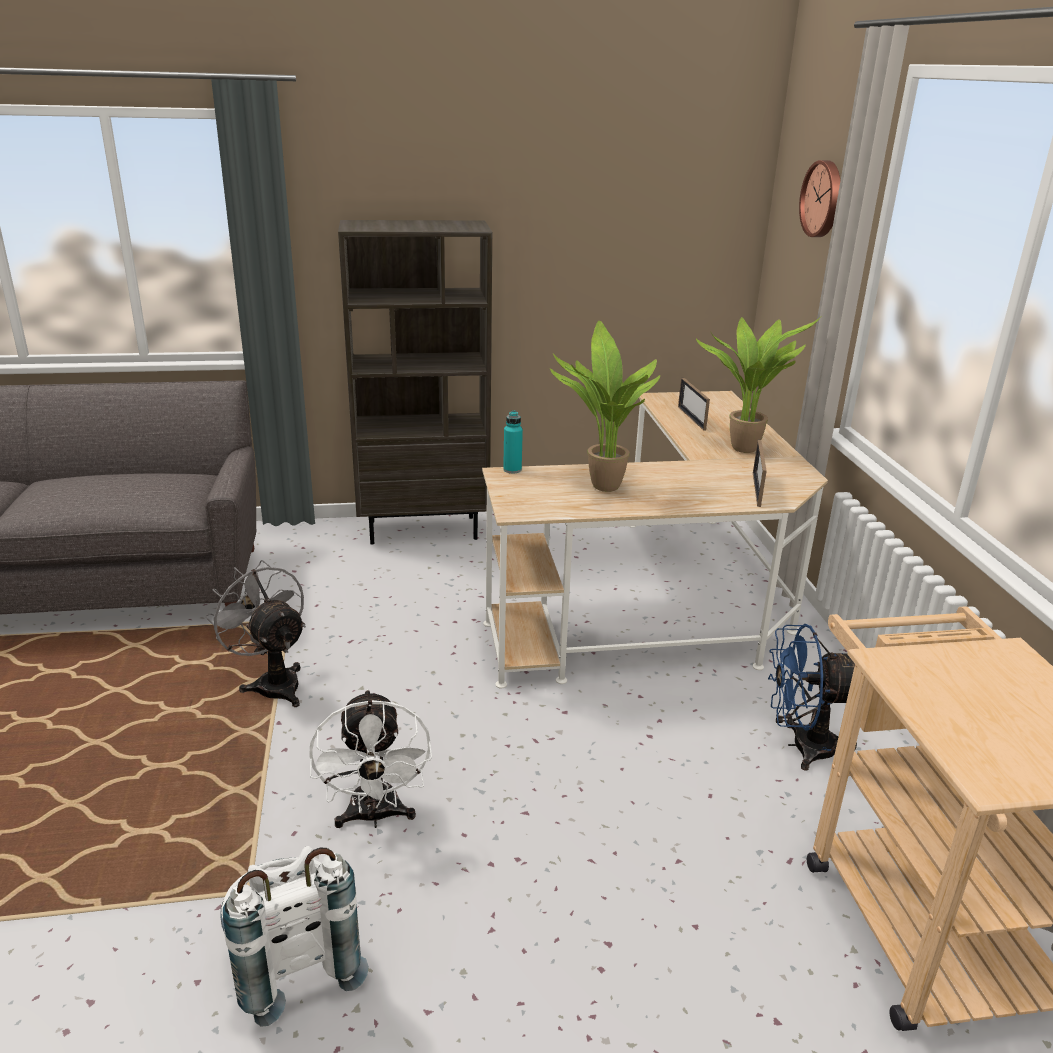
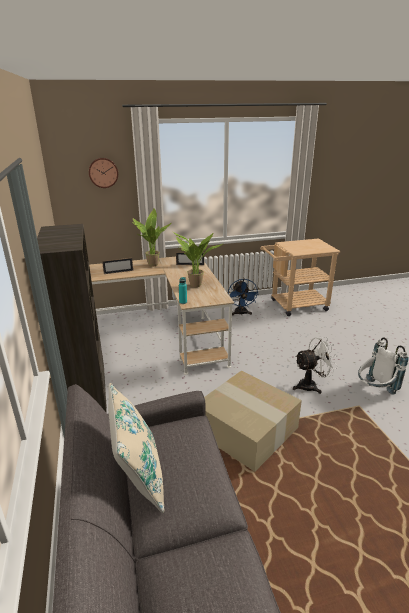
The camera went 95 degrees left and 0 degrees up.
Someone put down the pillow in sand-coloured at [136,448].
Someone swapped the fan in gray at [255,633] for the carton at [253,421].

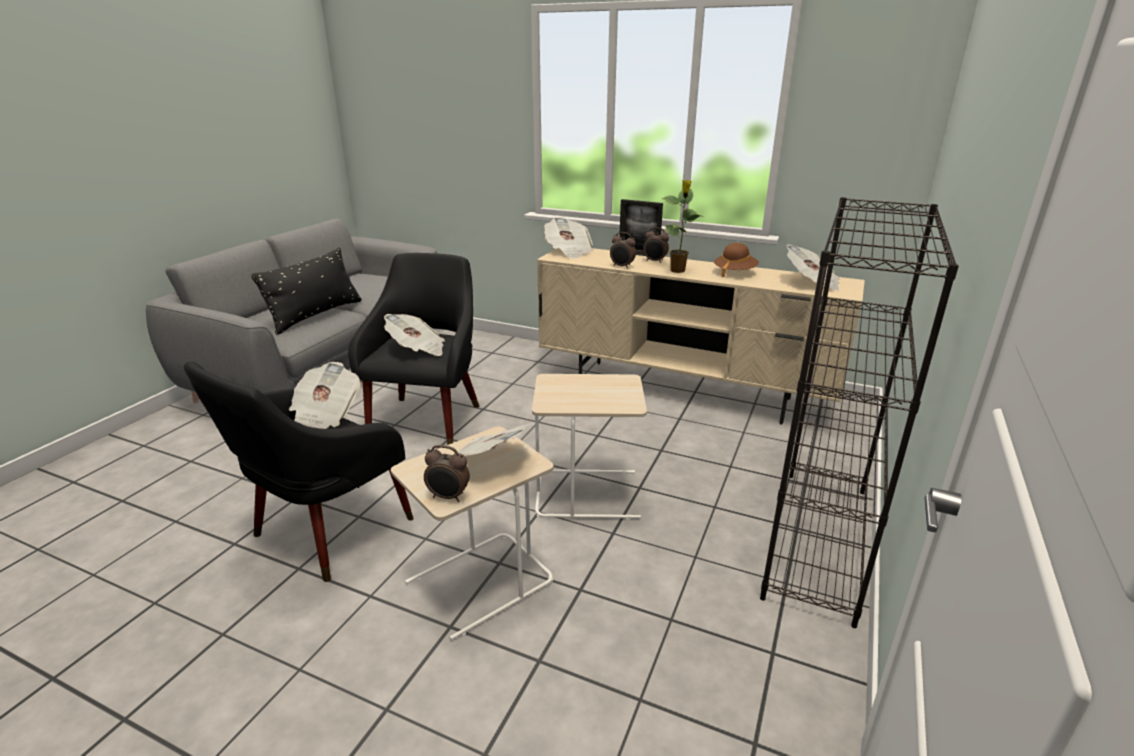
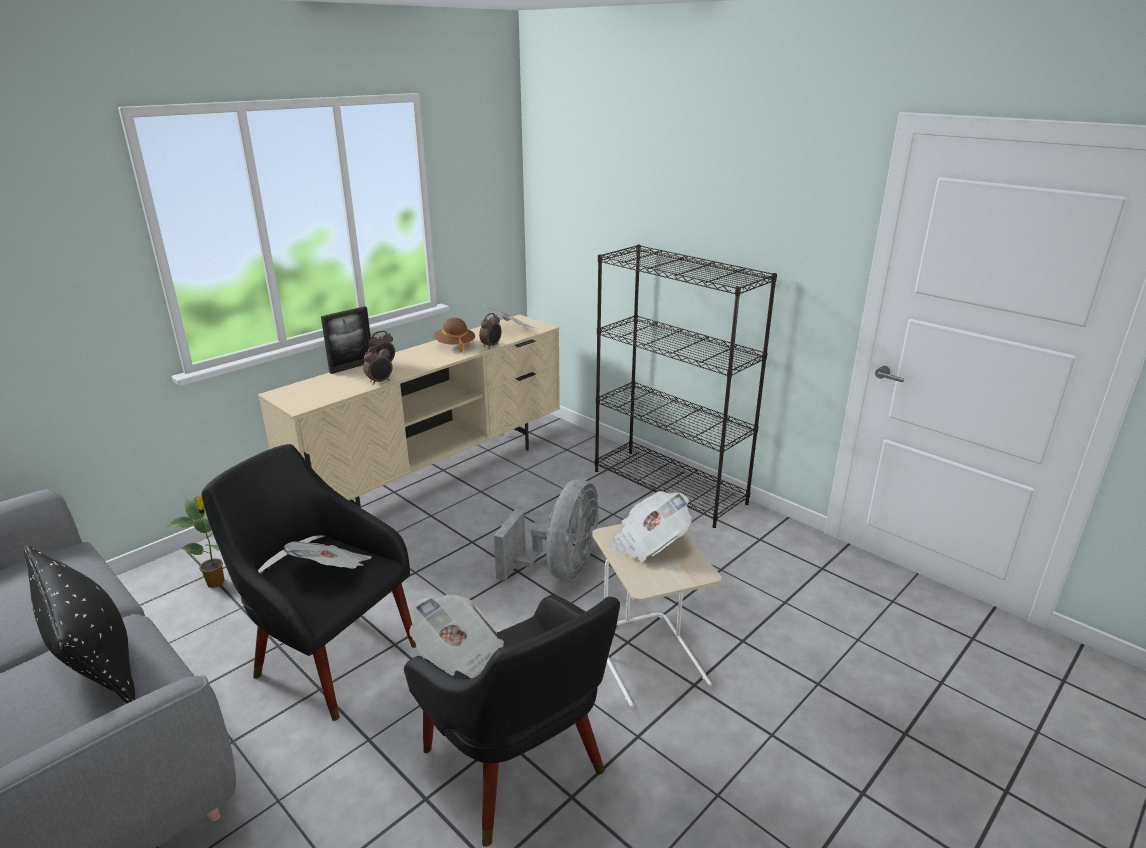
The camera went 70 degrees left and 0 degrees up.
Someone took away the newspaper at [569,238].
Someone carried the alarm clock from [447,473] to [490,331].
Someone carried the potted plant from [680,226] to [196,541].
Someone swapped the accent table in sand-coloured at [589,447] for the fan in gray at [546,530].

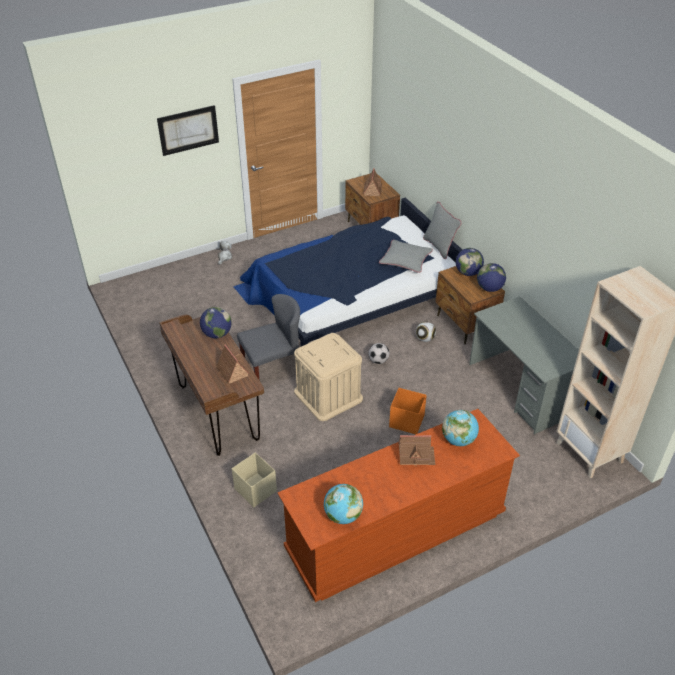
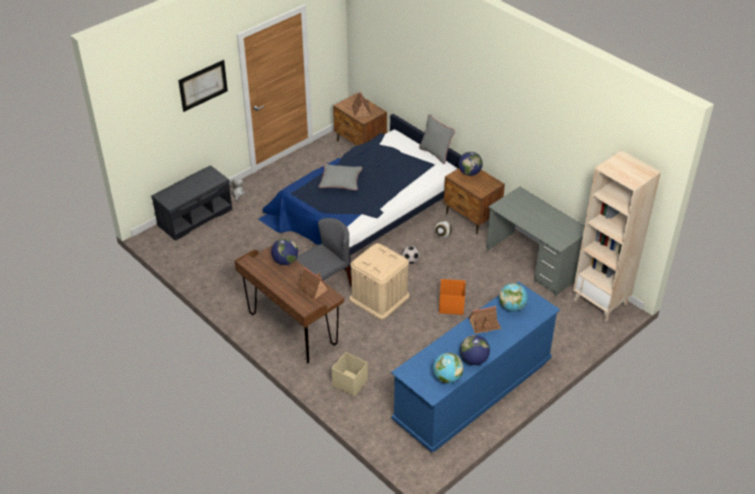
The camera went 15 degrees left and 0 degrees up.
Someone put down the indoor bench in gray at [192,203].
Someone carried the pillow in gray from [406,256] to [340,177].
Someone carried the globe from [491,277] to [475,350].
Someone repainted the drawer chest in brown-coloured at [399,505], which became the drawer chest in blue-coloured at [475,367].

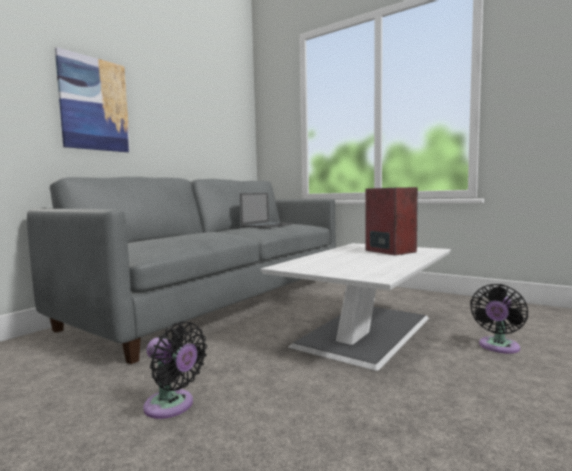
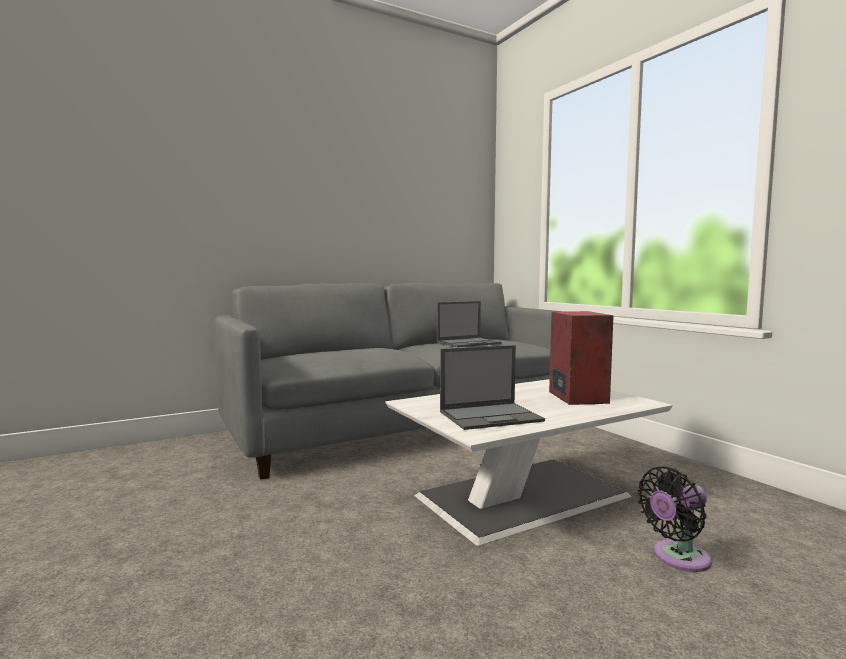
The camera went 25 degrees right and 0 degrees up.
Someone took away the wall art at [92,100].
Someone took away the fan in black at [175,370].
Someone put down the laptop at [492,387].

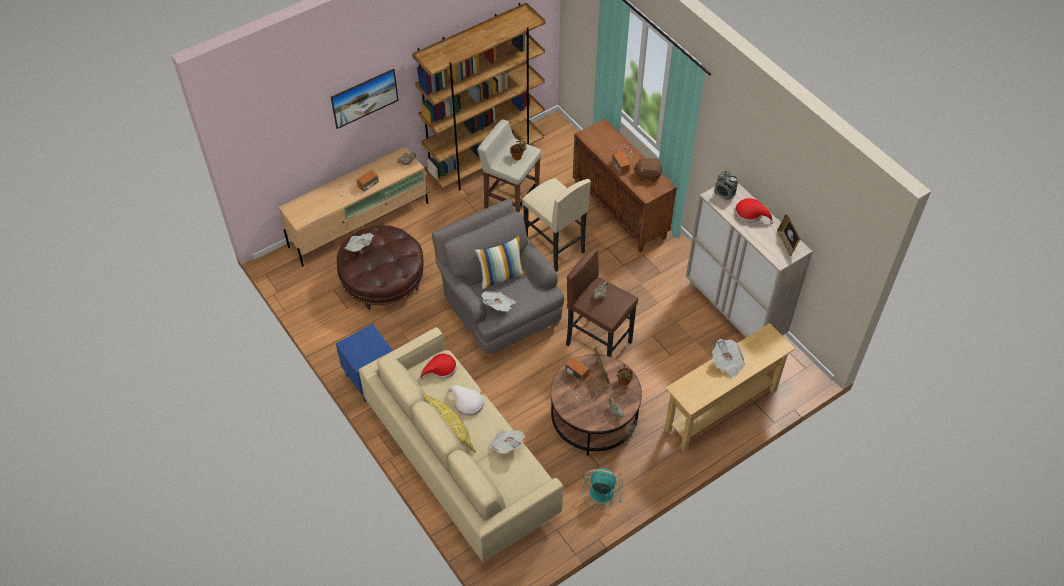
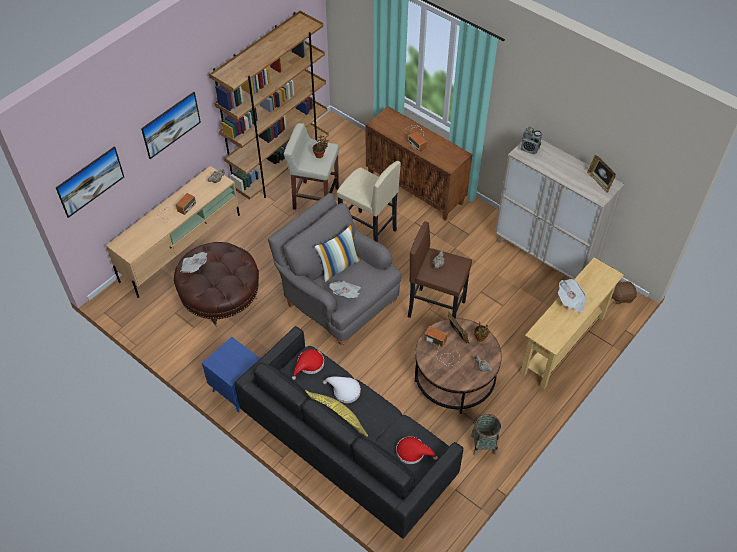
The camera went 15 degrees left and 0 degrees up.
Someone took away the newspaper at [507,441].
Someone put up the wall art at [90,182].
Someone carried the plush toy in brown-coloured from [647,169] to [624,292].
Someone carried the wearable hat in red-coloured from [754,211] to [417,450].
Someone swapped the fan in blue-green at [602,488] for the household basket at [486,435].
Someone repainted the couch in sand-coloured at [461,444], which became the couch in black at [348,432].

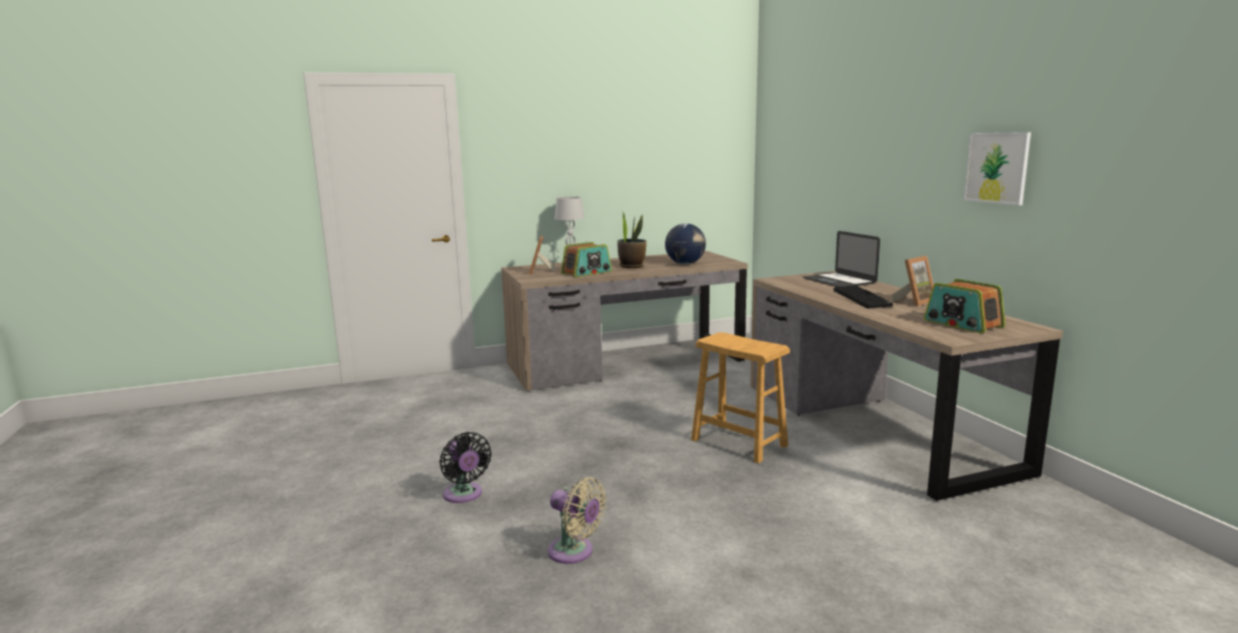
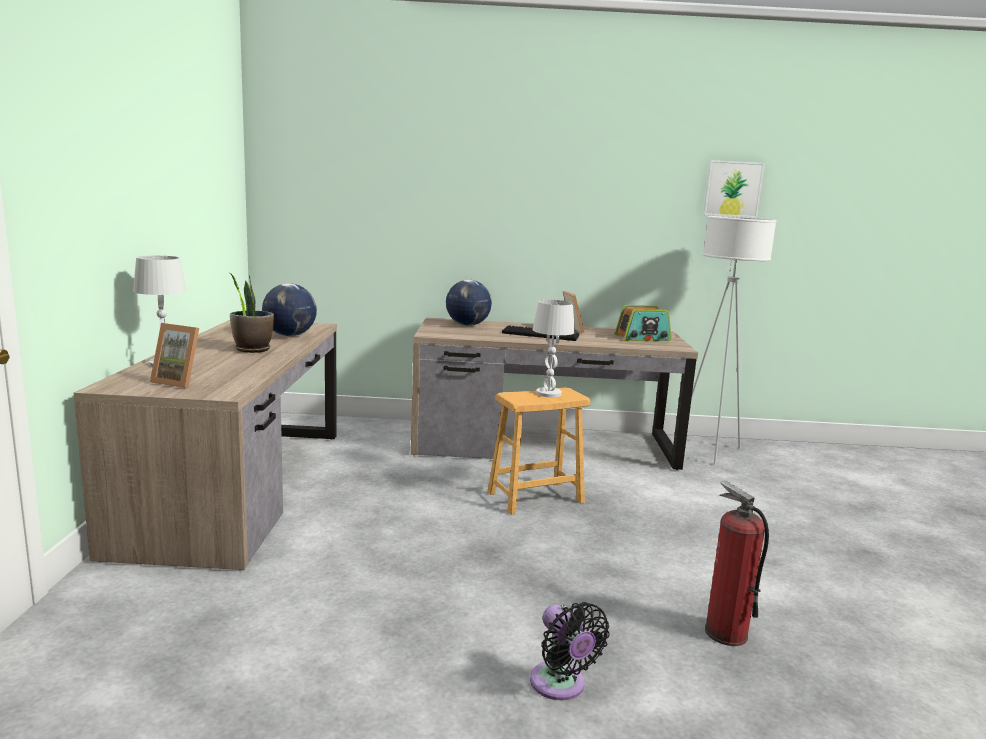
The camera went 70 degrees left and 0 degrees up.
Someone took away the radio at [586,259].
Someone put down the tabletop lamp in whitish at [553,348].
Someone put down the floor lamp in whitish at [734,340].
Someone carried the wall art from [997,168] to [734,189].
Someone swapped the fan in sand-coloured at [577,520] for the extinguisher at [737,563].
Someone swapped the laptop at [841,259] for the globe at [469,303].
Someone rotated the fan in black at [465,467] by 75 degrees clockwise.

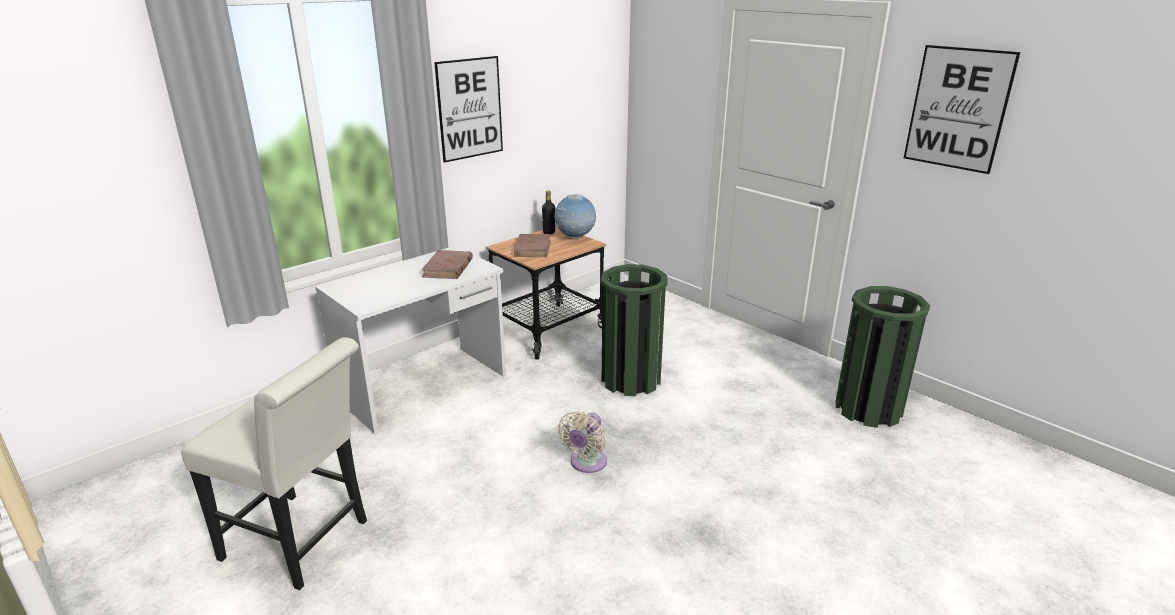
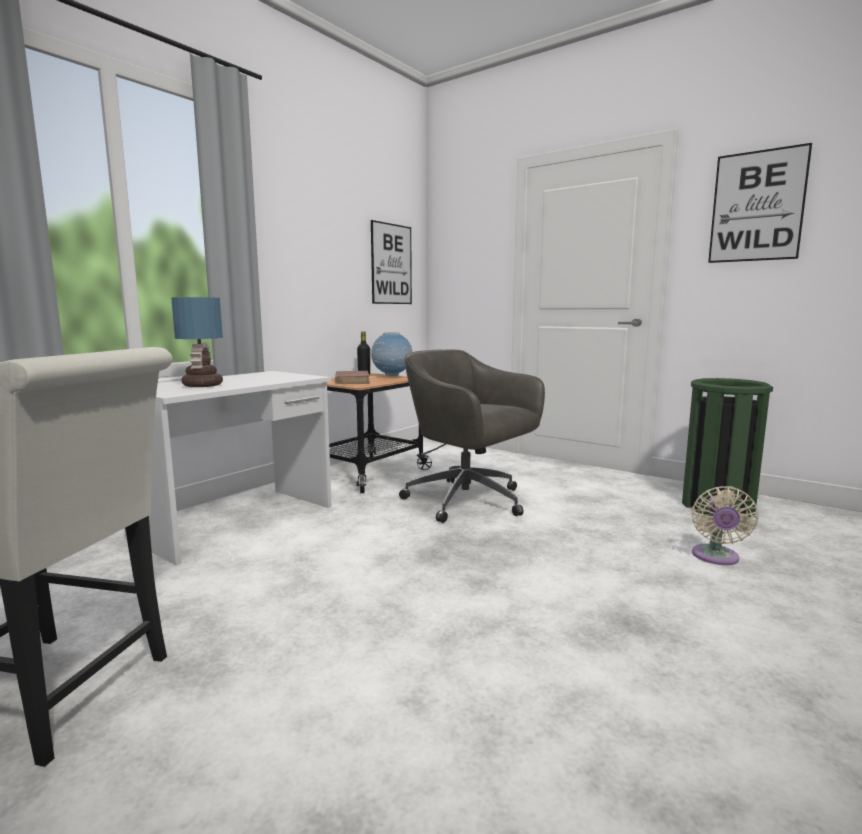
The camera went 10 degrees left and 15 degrees down.
Someone took away the bound book in brown-coloured at [447,264].
Someone put down the tabletop lamp at [197,342].
Someone carried the wall art from [468,109] to [391,262].
Someone carried the fan in sand-coloured from [582,442] to [725,525].
Someone swapped the trash can in green-coloured at [634,330] for the computer chair in gray at [472,436].

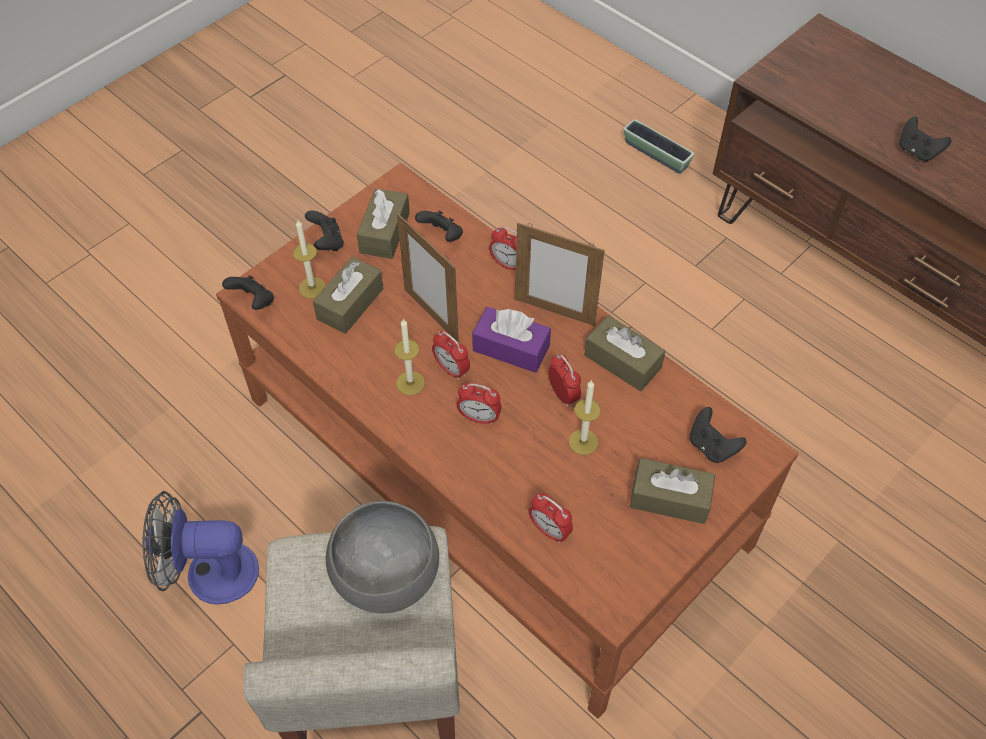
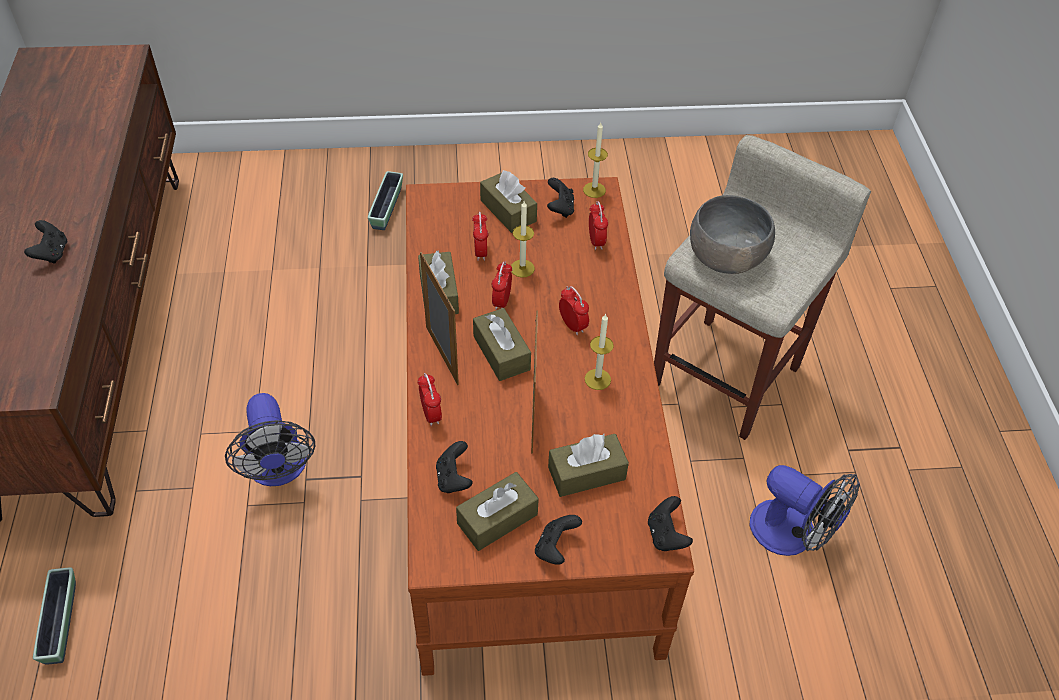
The camera went 140 degrees left and 5 degrees down.
Someone put down the fan at [270,439].
Someone put down the flower pot at [385,200].
Someone carried the wax light from [309,259] to [595,160].
Someone carried the alarm clock from [451,355] to [480,236].
Someone carried the gamepad in black from [718,435] to [560,198].
Someone repainted the box of tissues in purplish at [511,340], which became the box of tissues in brown-coloured at [502,344].

